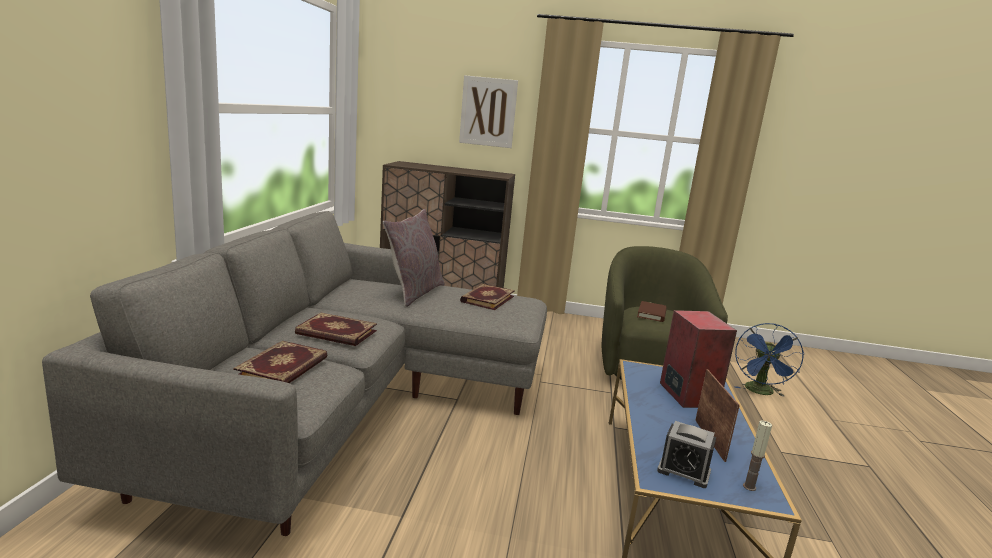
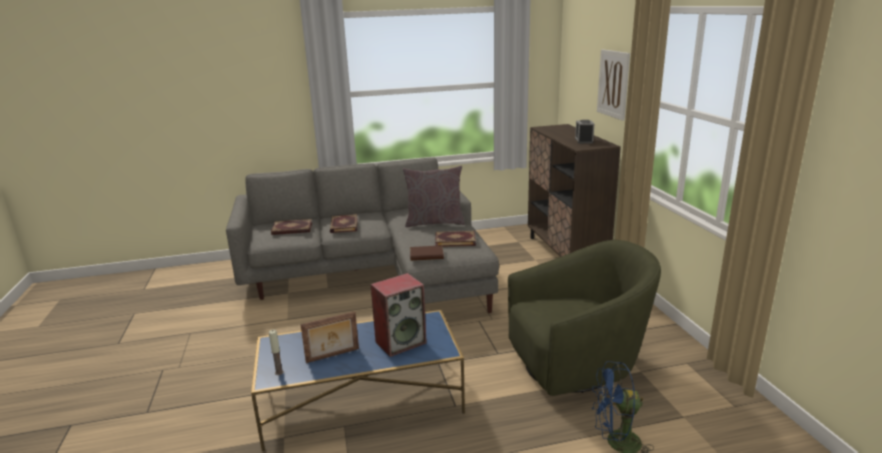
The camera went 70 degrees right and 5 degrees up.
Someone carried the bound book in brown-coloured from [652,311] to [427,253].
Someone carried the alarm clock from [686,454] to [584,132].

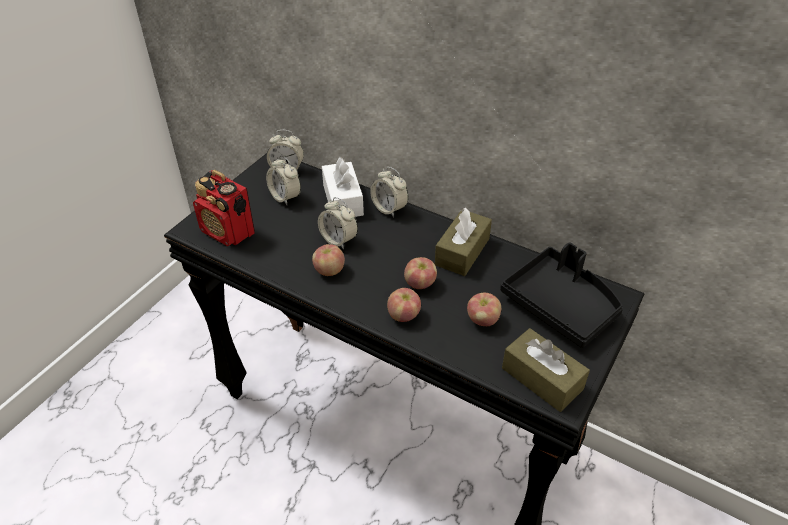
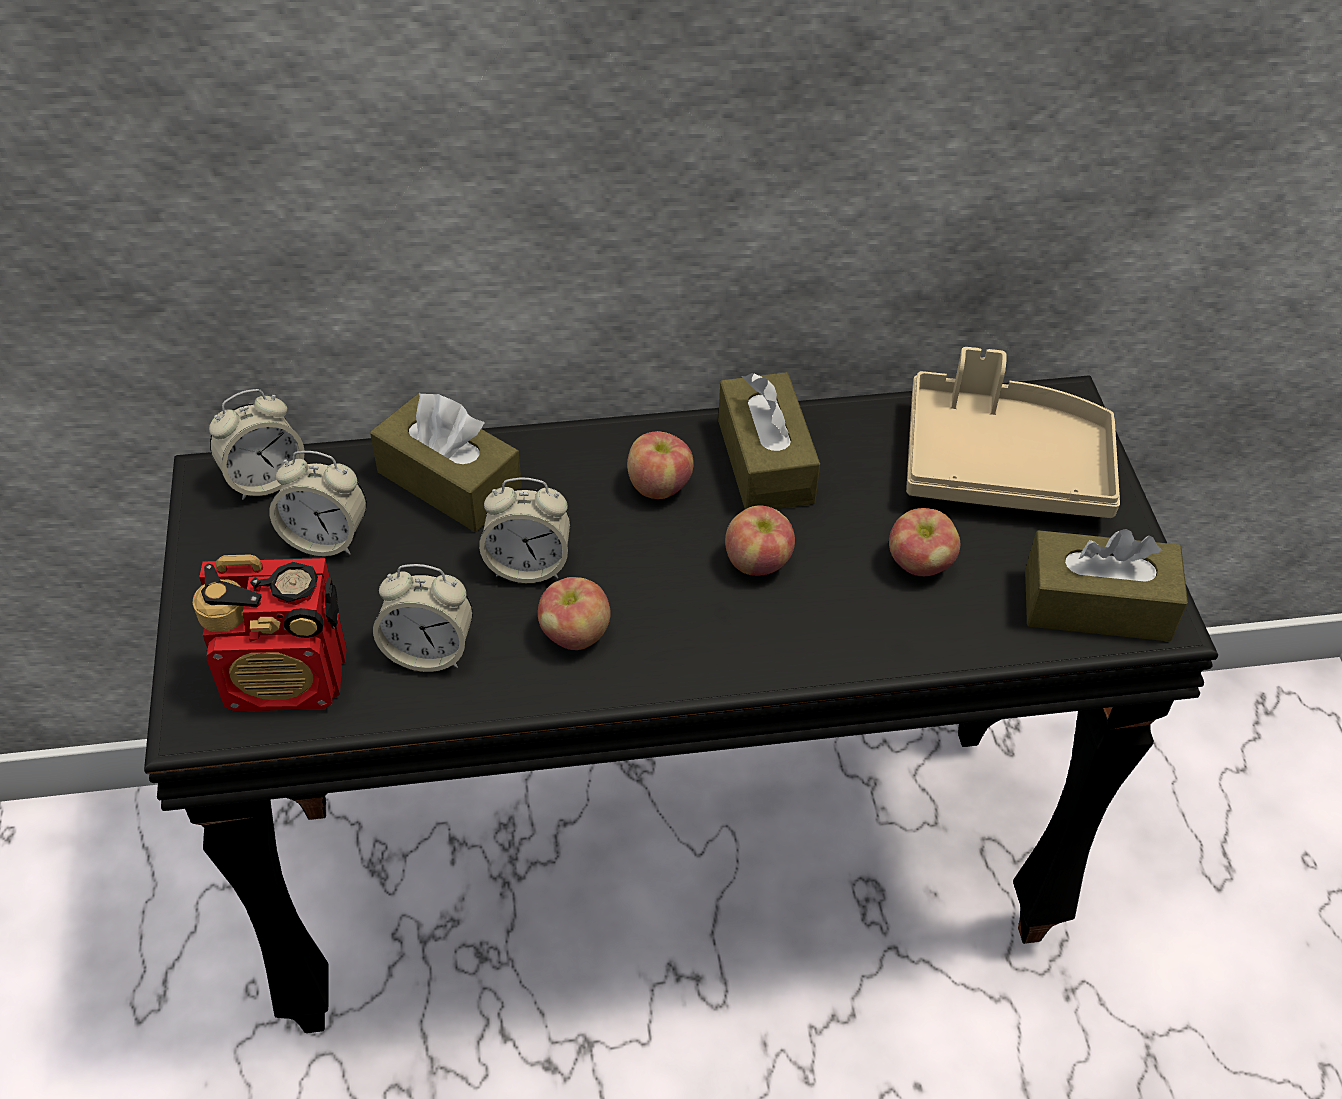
The camera went 40 degrees left and 5 degrees up.
Someone carried the alarm clock from [389,192] to [423,618].
Someone carried the whole apple from [404,305] to [660,465].
Someone repainted the box of tissues in whitish at [343,187], which became the box of tissues in brown-coloured at [446,462].
Someone repainted the tray in black at [561,295], which became the tray in sand-coloured at [1013,432].

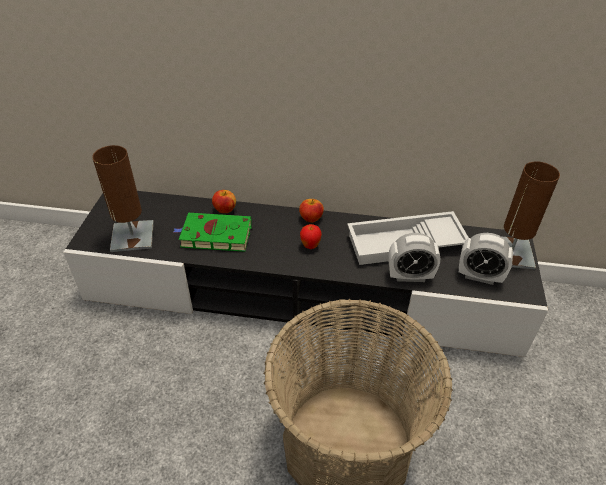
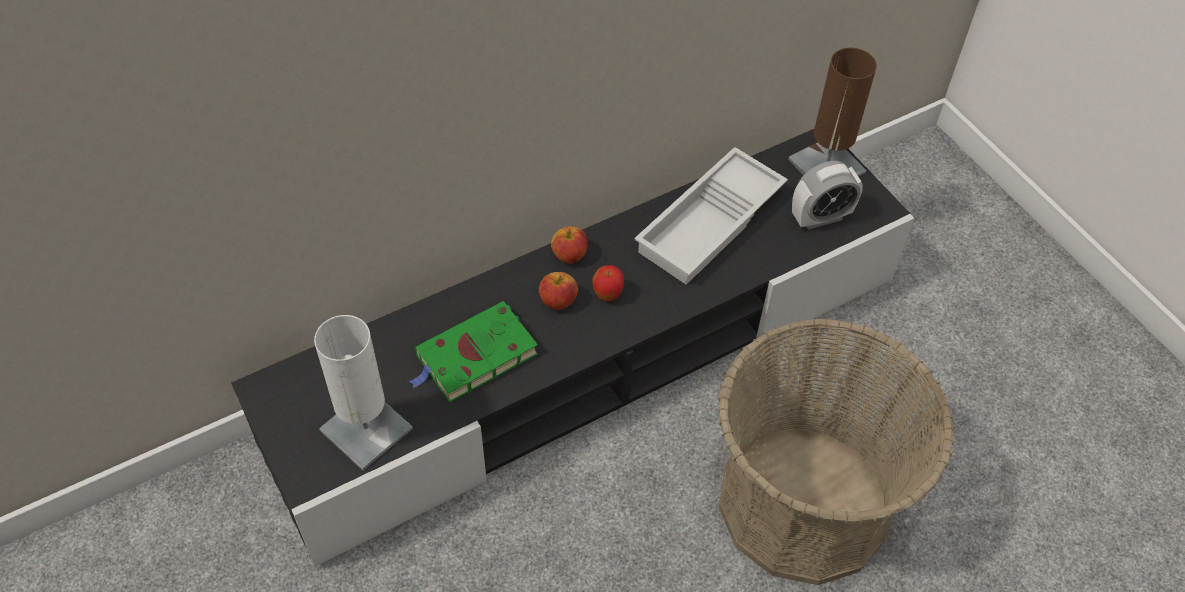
The camera went 40 degrees left and 10 degrees up.
Someone took away the alarm clock at [414,257].
Someone carried the whole apple from [224,201] to [558,291].
Someone repainted the tabletop lamp in brown-coloured at [123,198], which became the tabletop lamp in whitish at [363,393].

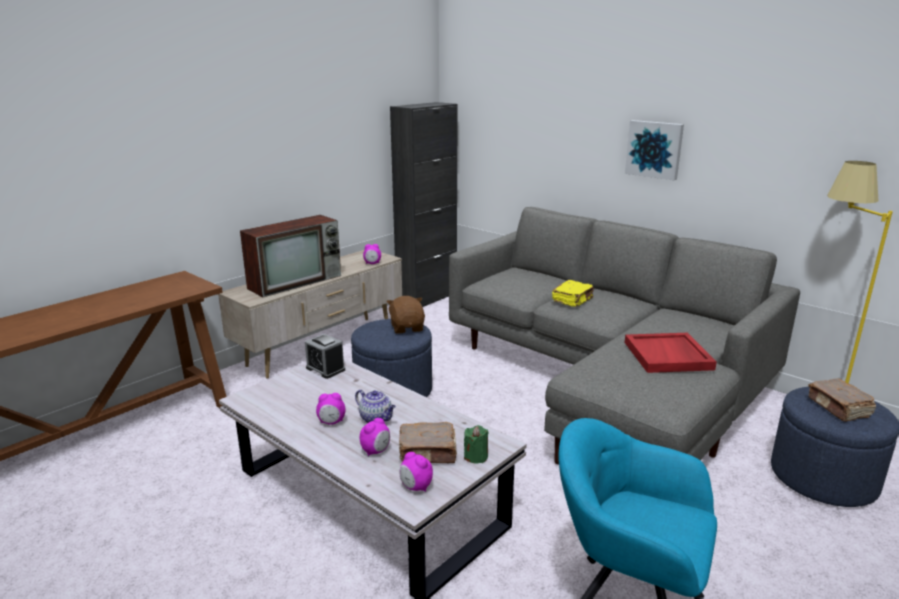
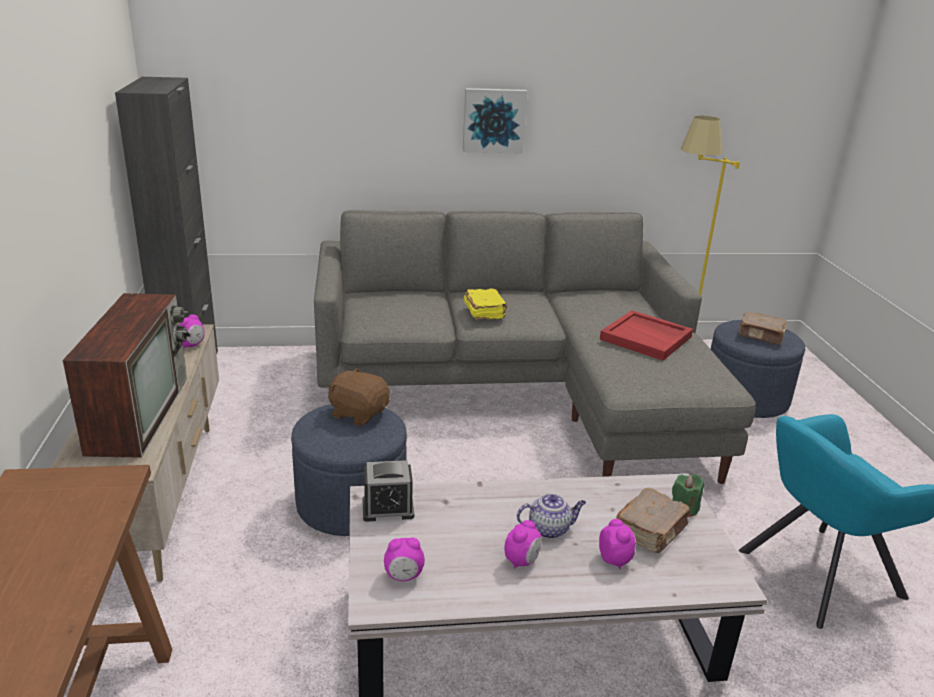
The camera went 50 degrees left and 5 degrees up.
Someone carried the alarm clock from [416,472] to [404,559].

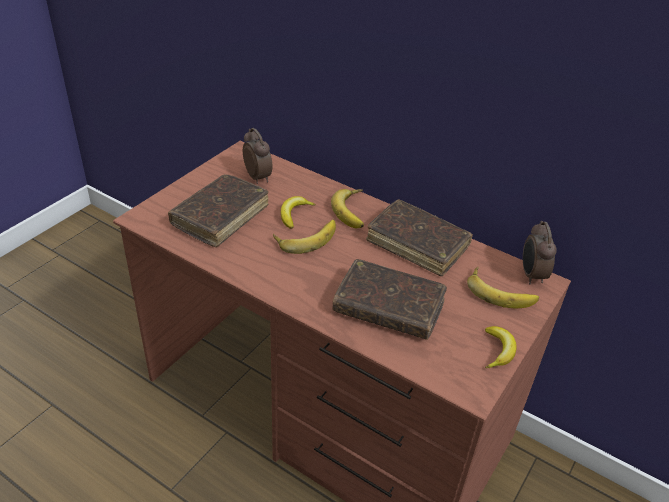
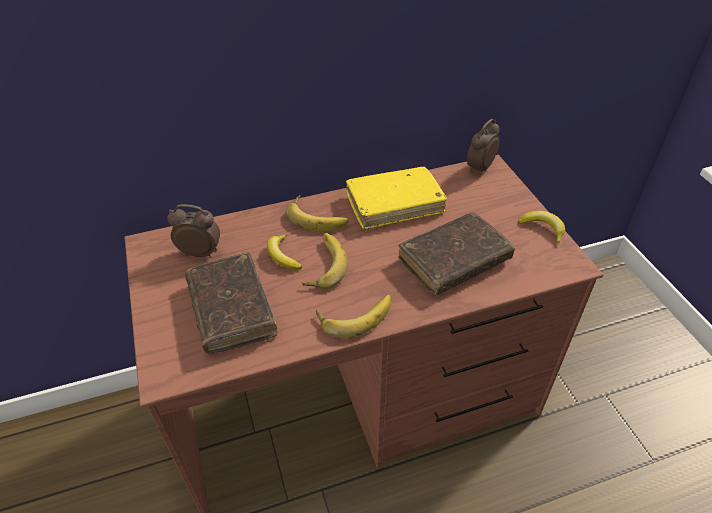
The camera went 50 degrees left and 5 degrees up.
Someone carried the banana from [503,287] to [353,316].
Someone repainted the bound book in brown-coloured at [419,237], which became the bound book in yellow at [396,198].
Someone rotated the alarm clock at [540,252] by 90 degrees clockwise.

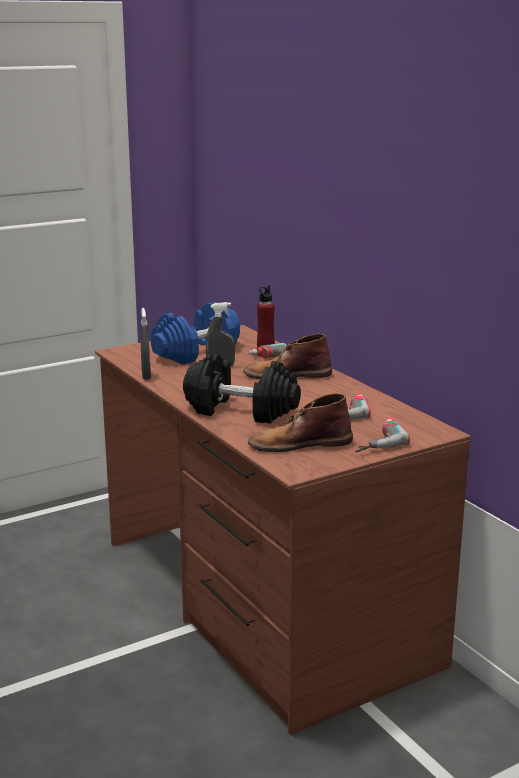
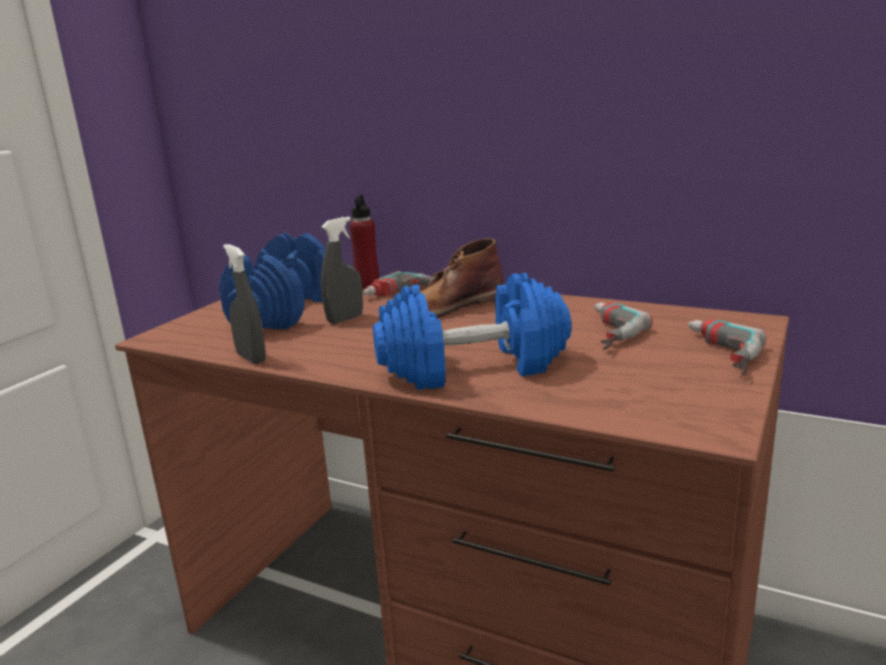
The camera went 30 degrees left and 0 degrees up.
Someone took away the high-top boot in brown-coloured at [300,422].
Someone repainted the hand weight in black at [242,389], which became the hand weight in blue-coloured at [472,331].

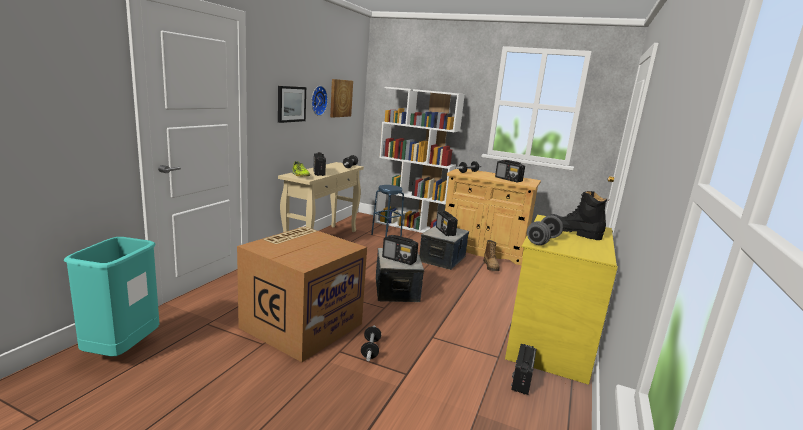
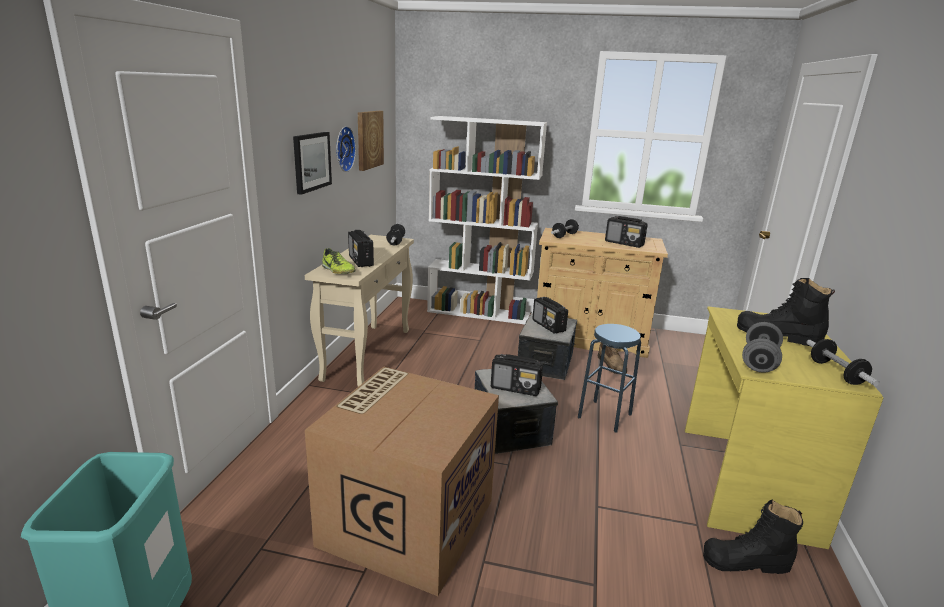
The camera went 10 degrees left and 5 degrees up.
Someone carried the hand weight from [371,343] to [842,362].
Someone carried the sitting stool in blue-coloured from [387,211] to [609,378].
Someone swapped the radio at [523,369] for the high-top boot in black at [753,537].

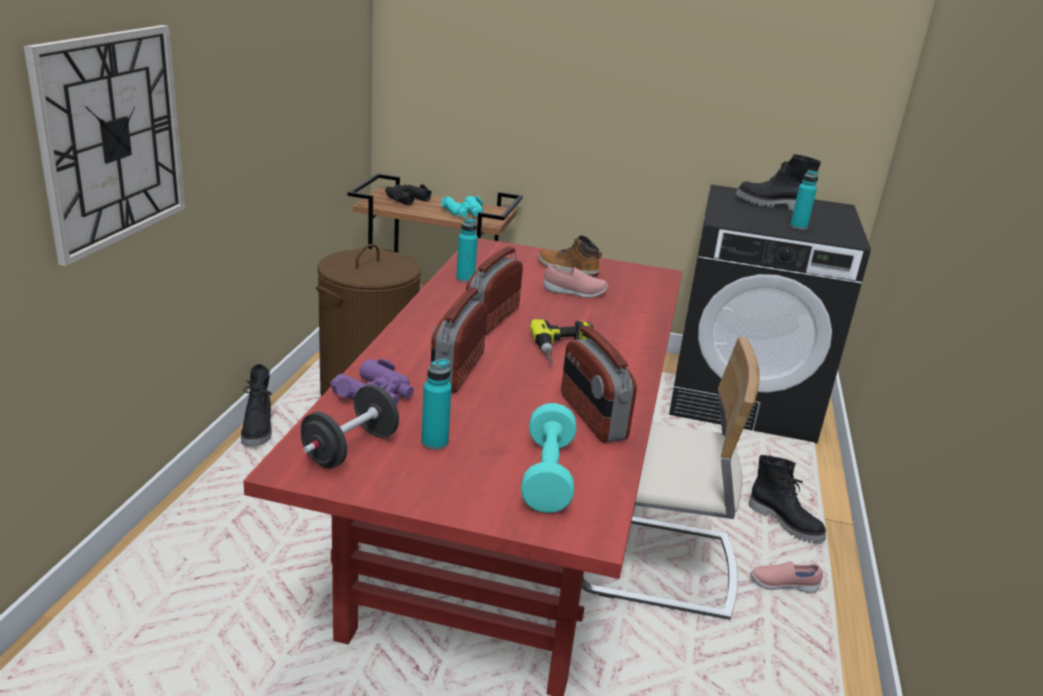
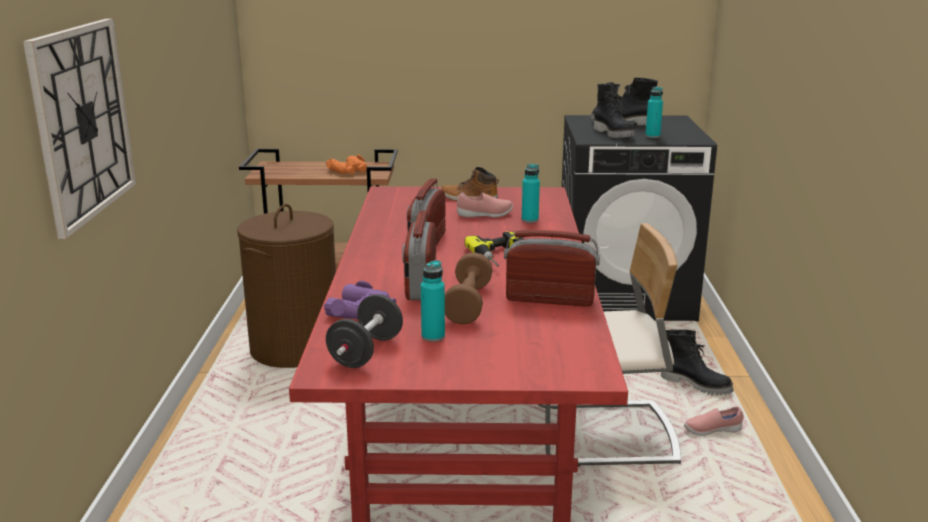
The camera went 10 degrees left and 5 degrees down.
Someone took away the field glasses in black at [408,195].
Someone took away the hand weight in blue-green at [548,458].
Someone put down the hand weight in brown-coloured at [469,288].
Someone carried the high-top boot in black from [256,405] to [614,110].
Someone carried the drink bottle in blue-green from [467,250] to [531,193].
Someone repainted the field glasses in blue-green at [462,206], which became the field glasses in orange at [346,164].
Someone rotated the radio at [599,384] by 135 degrees clockwise.

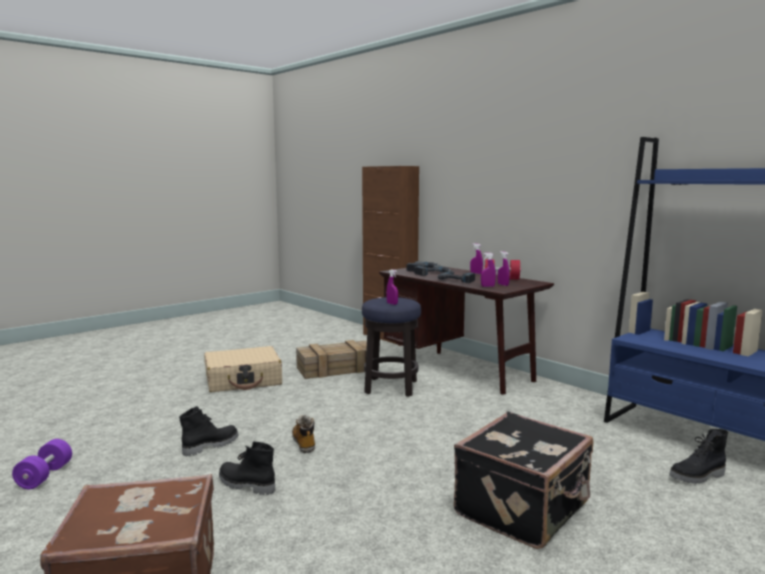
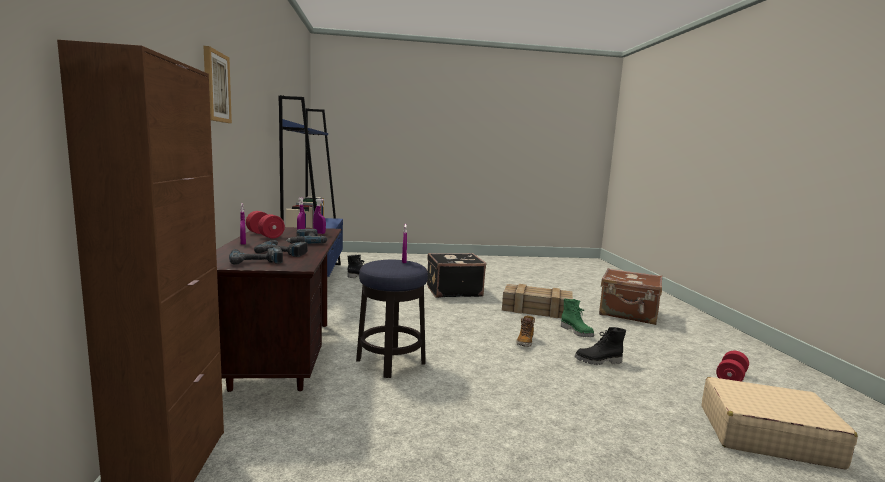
The camera went 145 degrees left and 0 degrees up.
Someone put up the wall art at [217,84].
Someone carried the travel case in sand-coloured from [243,369] to [780,423].
Someone carried the shipping crate from [331,359] to [537,301].
Someone repainted the hand weight in purplish at [42,464], which became the hand weight in red-coloured at [732,366].
Someone repainted the high-top boot in black at [247,468], which became the high-top boot in green-coloured at [577,318].

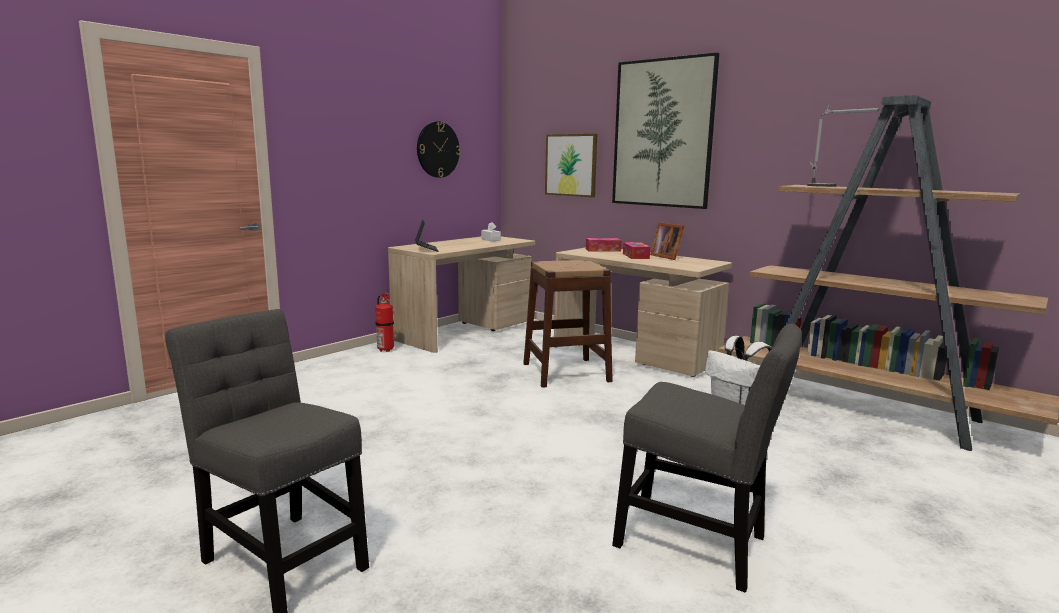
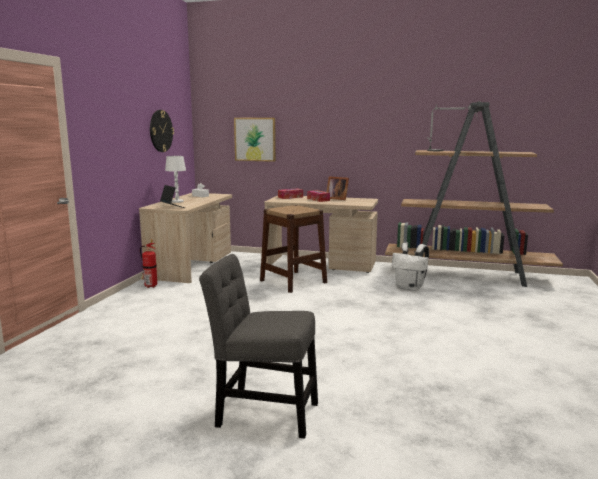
The camera went 25 degrees left and 0 degrees up.
Someone took away the wall art at [665,131].
Someone took away the upright chair in gray at [707,458].
Someone put down the tabletop lamp in whitish at [175,179].

